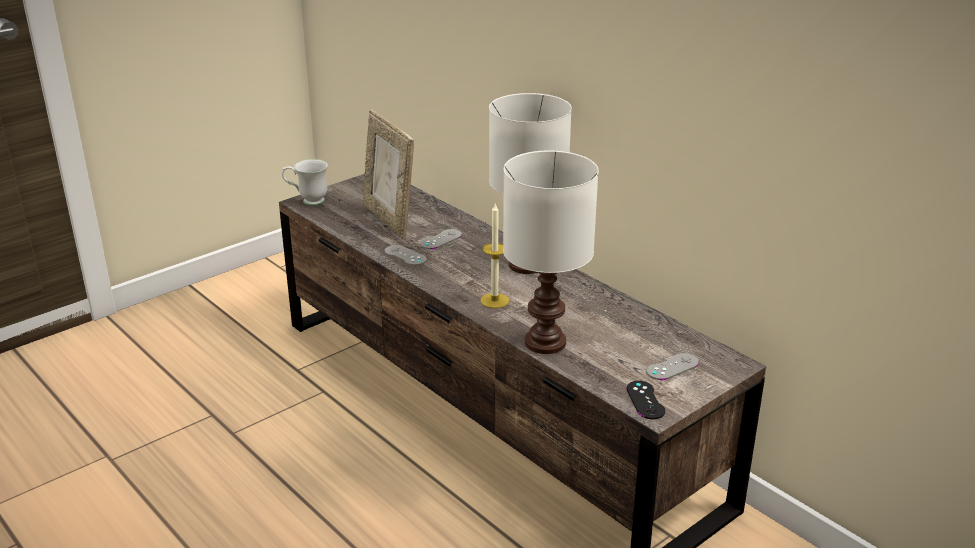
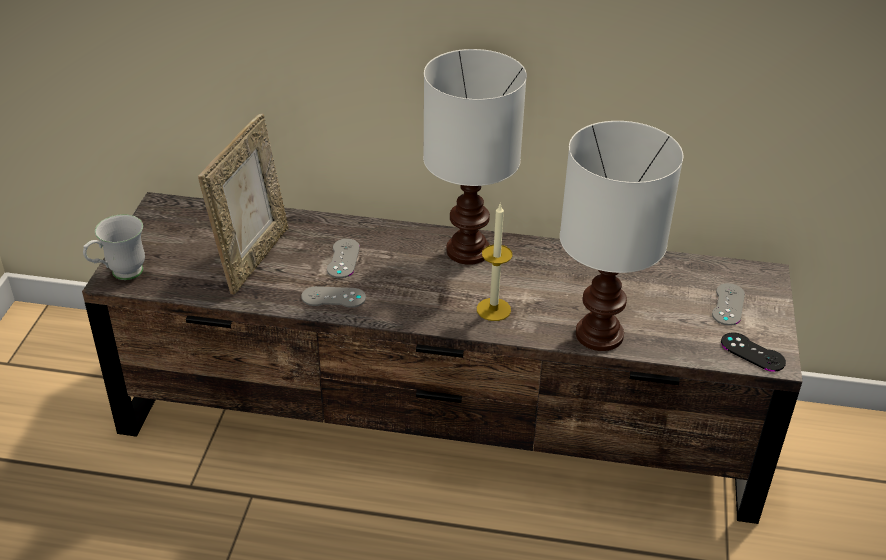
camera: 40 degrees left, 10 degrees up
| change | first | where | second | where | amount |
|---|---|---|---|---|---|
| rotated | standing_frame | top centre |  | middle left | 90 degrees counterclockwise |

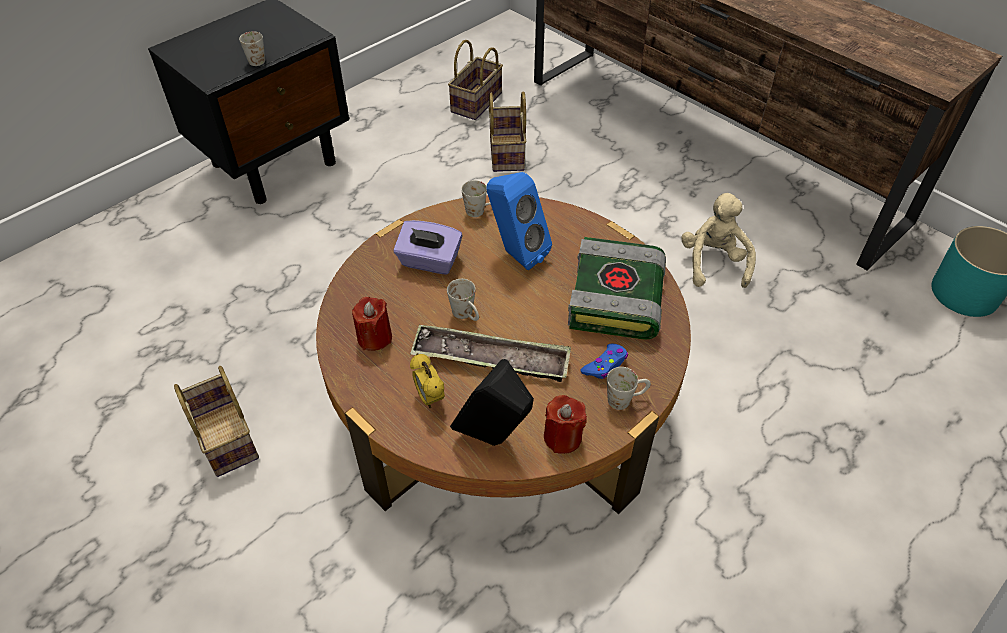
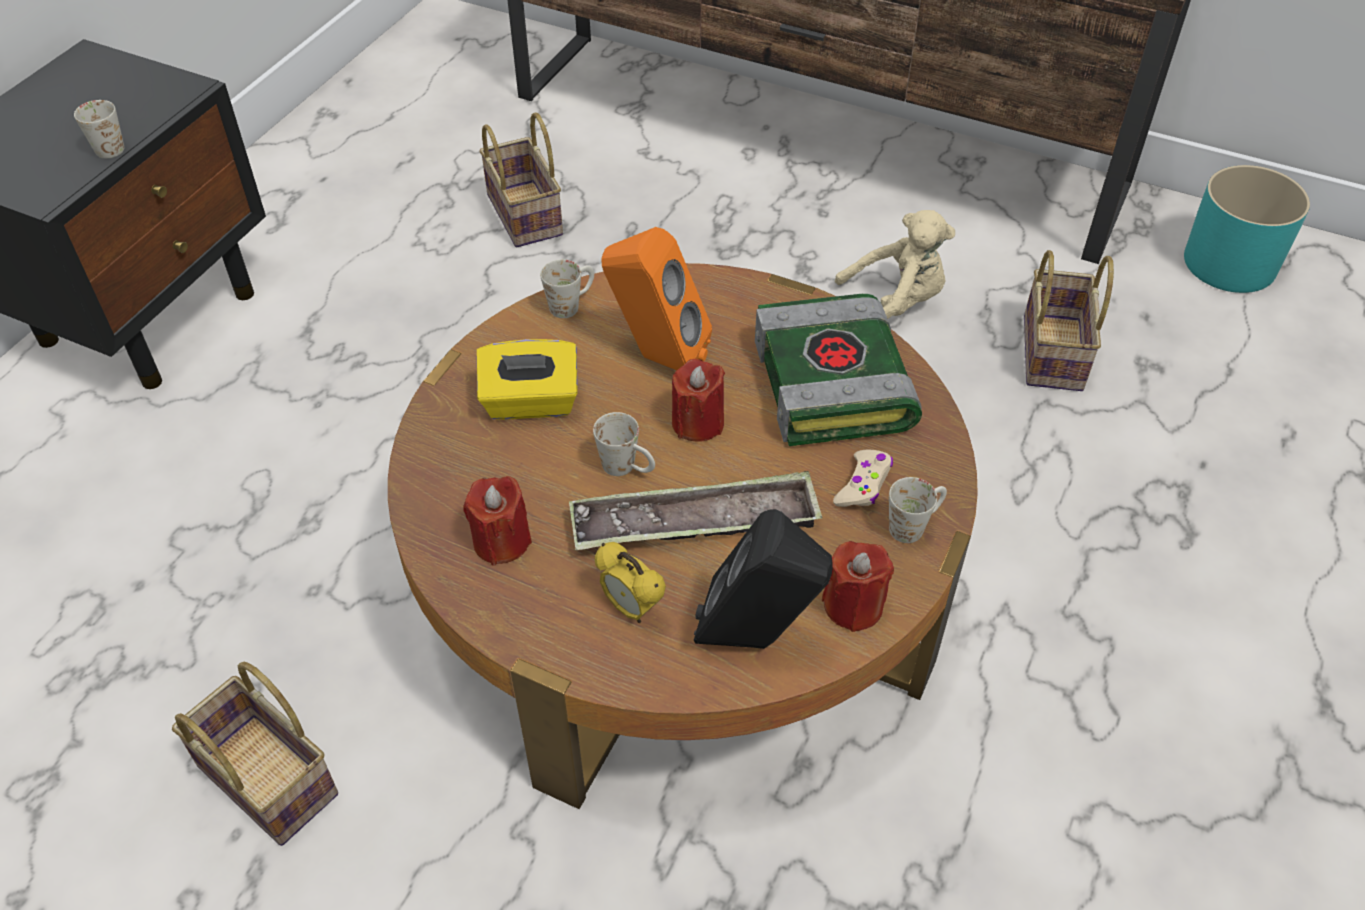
camera: 20 degrees left, 0 degrees up
| change | first | where | second | where | amount |
|---|---|---|---|---|---|
| repainted | purplish_tissue_box | centre | yellowish_tissue_box | centre |  |
| repainted | blue_speaker | centre | orange-coloured_speaker | top centre |  |
| new |  |  | red_candle (no. 2 from left) | centre |  |
| repainted | blue_joypad | centre | beige-coloured_joypad | centre |  |
| rotated | beige-coloured_plush_toy | middle right |  | top centre | 105 degrees clockwise |
| shifted | storage_basket (no. 2 from left in the first image) | top centre | storage_basket (no. 3 from left) | middle right |  |

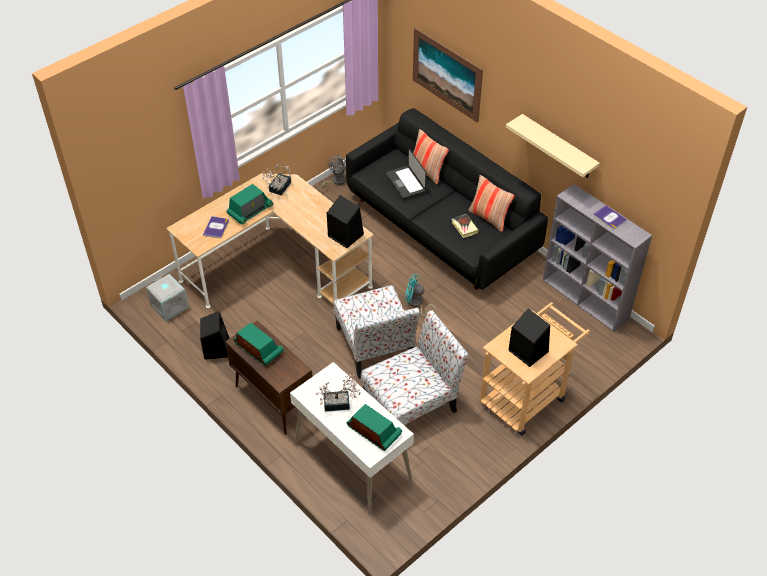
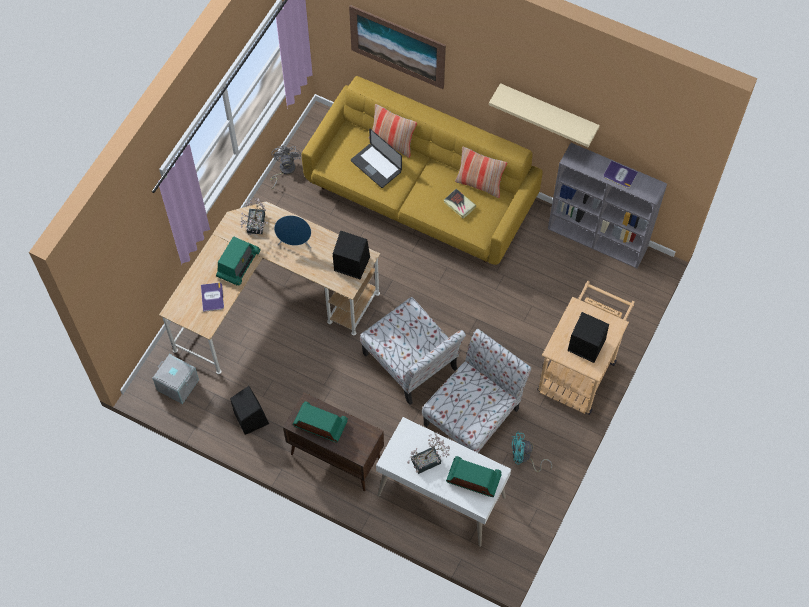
camera: 20 degrees left, 15 degrees up
| change | first | where | second | where | amount |
|---|---|---|---|---|---|
| new |  |  | blue_speaker | centre |  |
| repainted | blackish_settee | centre | yellowish_settee | top centre |  |
| shifted | turquoise-coloured_cooling_fan | centre |  | bottom centre |  |

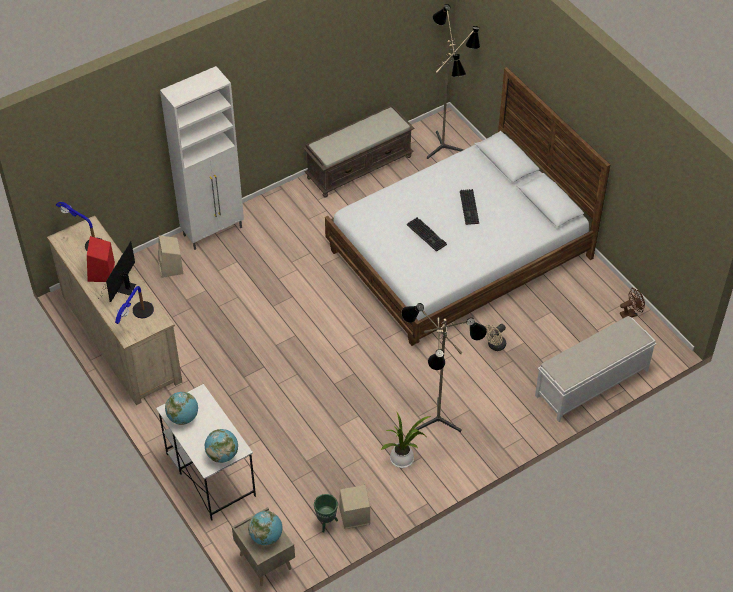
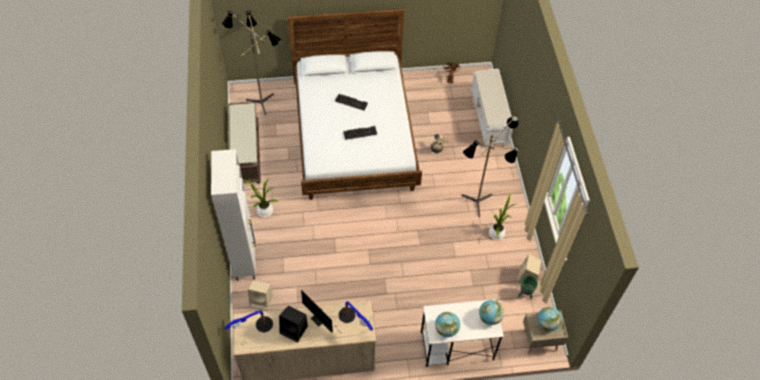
camera: 65 degrees left, 5 degrees up
| change | first | where | second | where | amount |
|---|---|---|---|---|---|
| new |  |  | plant_in_a_pot (no. 1 from left) | centre |  |
| repainted | red_speaker | middle left | blackish_speaker | bottom centre |  |

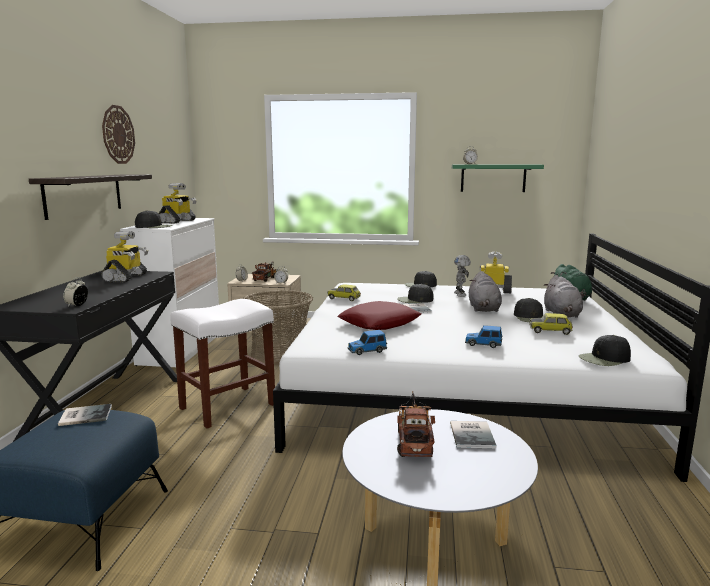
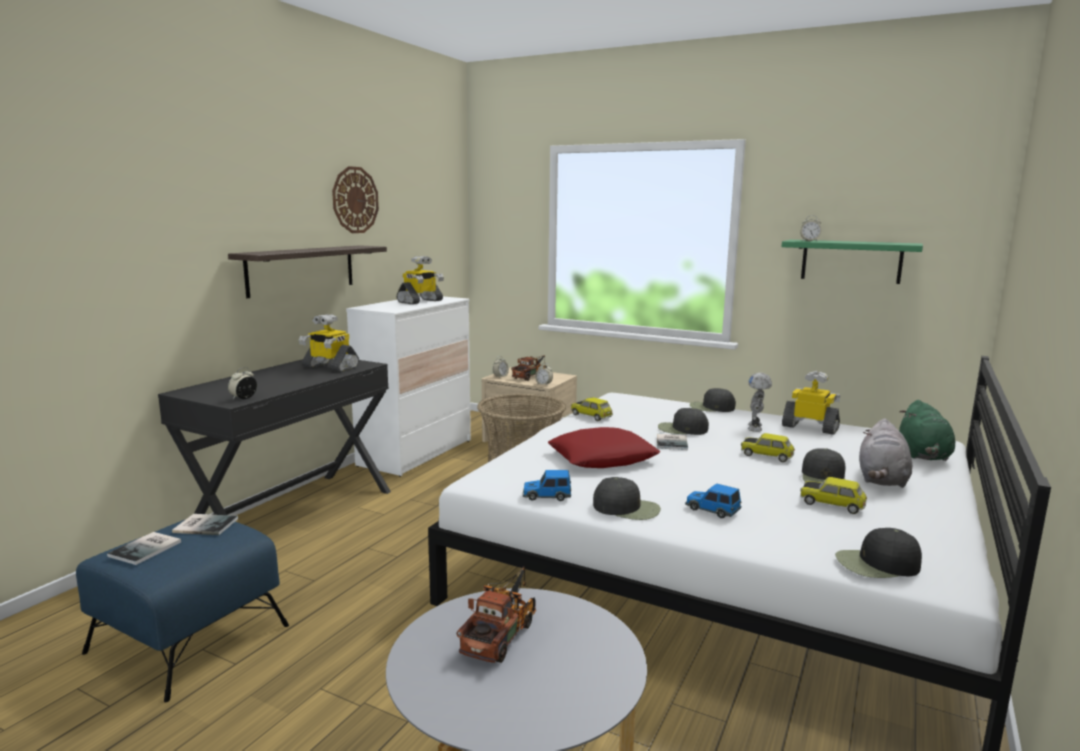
camera: 20 degrees right, 0 degrees up
| change | first | where | second | where | amount |
|---|---|---|---|---|---|
| shifted | book (no. 3 from left in the first image) | bottom centre | book (no. 1 from left) | bottom left |  |
| rotated | robot_figure (no. 1 from left) | middle left |  | middle left | 90 degrees clockwise |
| shifted | blackish_peaked_cap (no. 1 from left) | middle left |  | centre |  |
| swapped | grey_plush_toy (no. 1 from left) | middle right | model_car (no. 4 from left) | middle right |  |
| gone | white_sitting_stool | middle left |  |  |  |

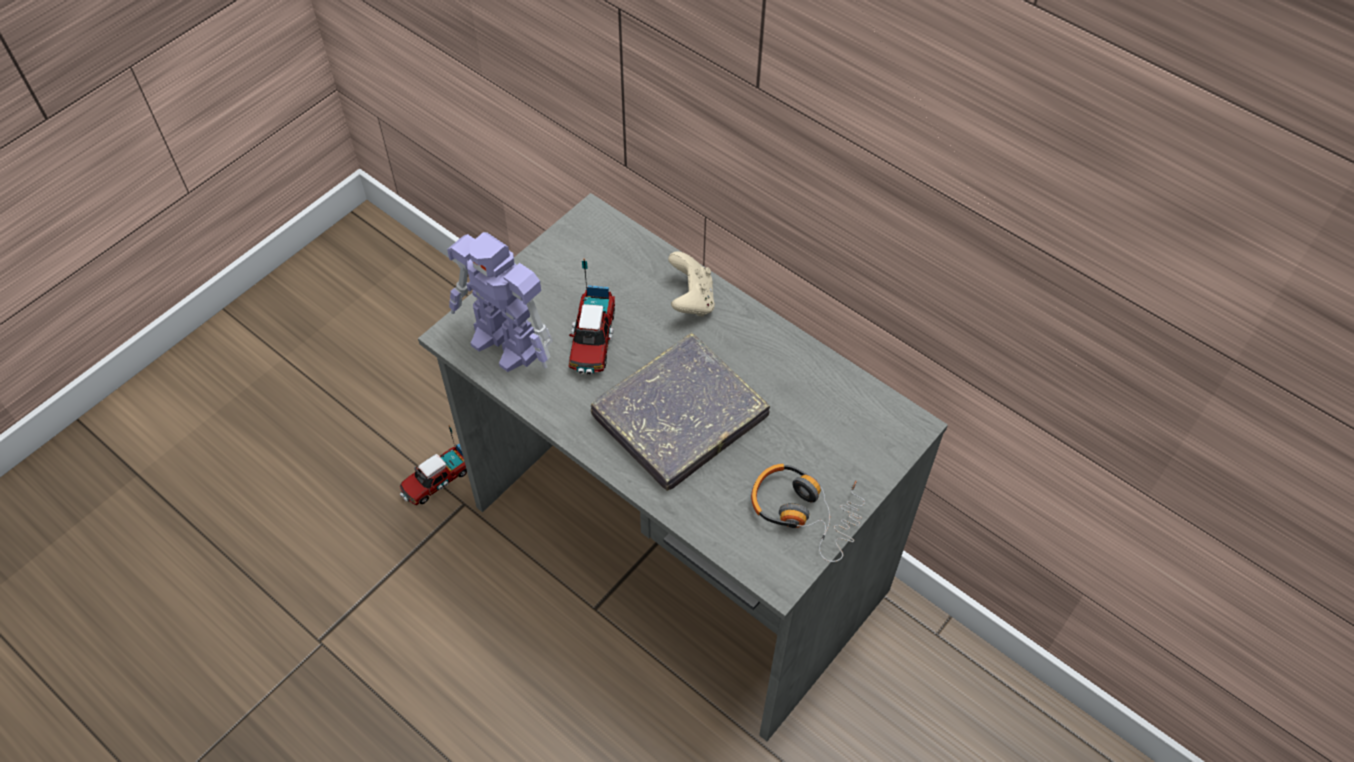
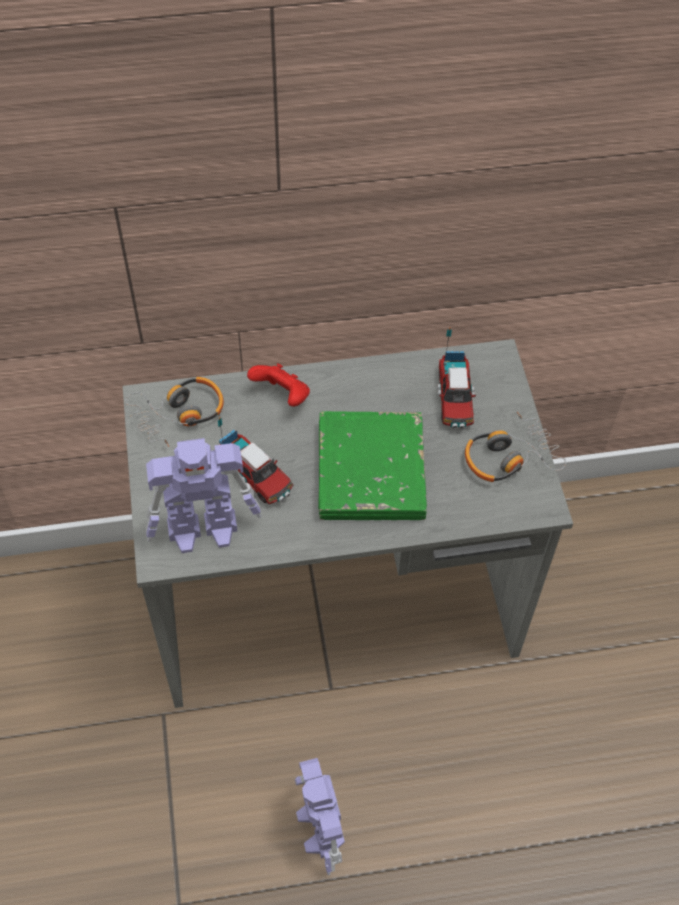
camera: 50 degrees left, 0 degrees up
| change | first | where | second | where | amount |
|---|---|---|---|---|---|
| new |  |  | headset (no. 1 from left) | middle left |  |
| repainted | beige-coloured_joypad | centre | red_joypad | centre |  |
| new |  |  | robot_figure (no. 2 from left) | bottom centre |  |
| repainted | grey_book | centre | greenish_book | centre |  |
| shifted | model_truck (no. 1 from left in the first image) | middle left | model_truck (no. 2 from left) | middle right |  |

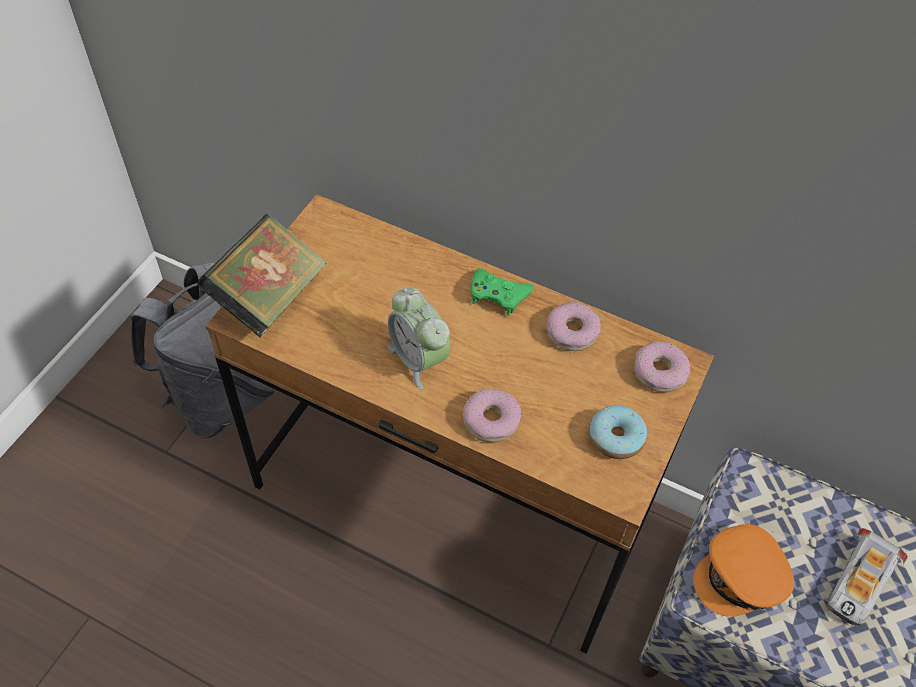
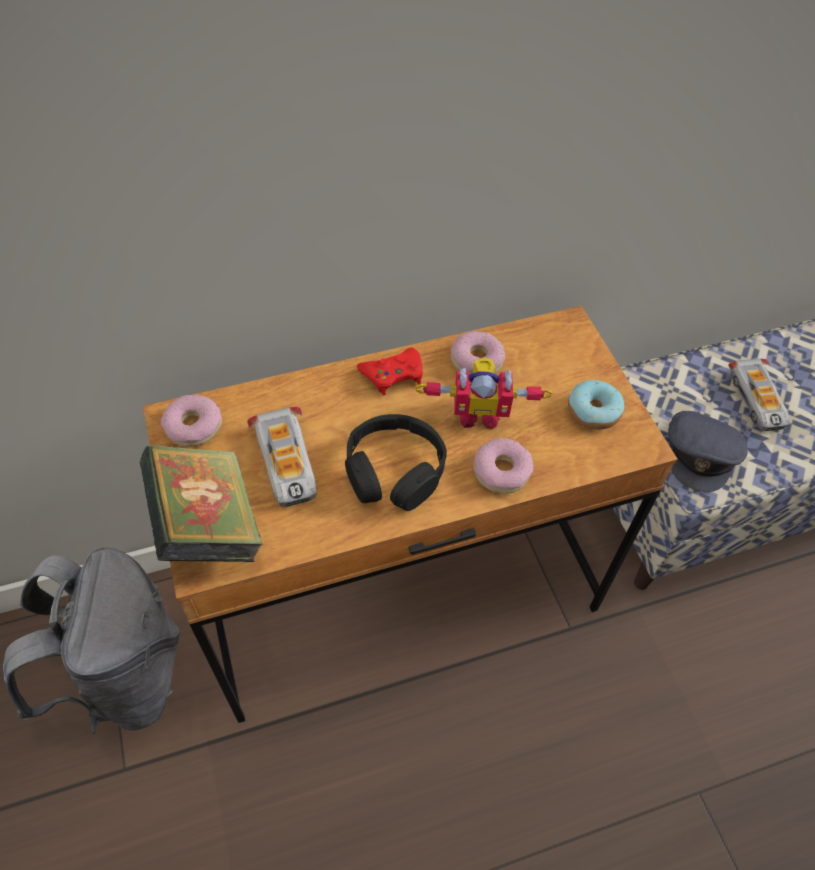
camera: 45 degrees left, 0 degrees up
| change | first | where | second | where | amount |
|---|---|---|---|---|---|
| shifted | donut (no. 4 from left in the first image) | middle right | donut (no. 1 from left) | middle left |  |
| new |  |  | model_car (no. 1 from left) | centre |  |
| swapped | alarm_clock | centre | blackish_headset | centre |  |
| repainted | greenish_joypad | centre | red_joypad | centre |  |
| new |  |  | robot_figure | centre |  |
| repainted | orange-coloured_peaked_cap | bottom right | grey_peaked_cap | middle right |  |

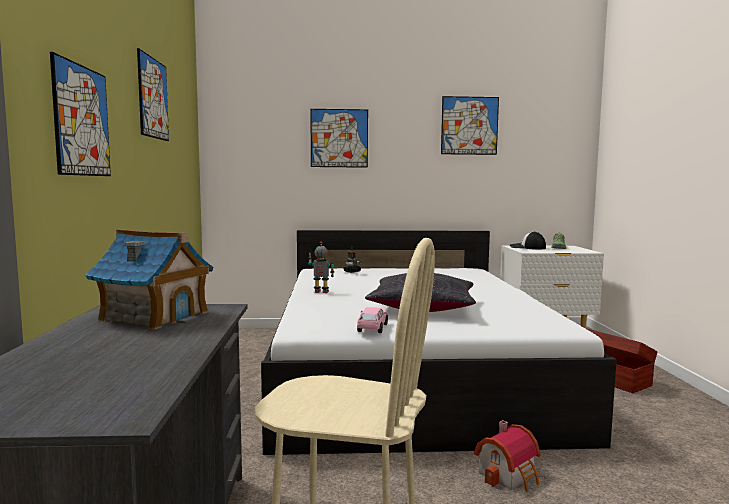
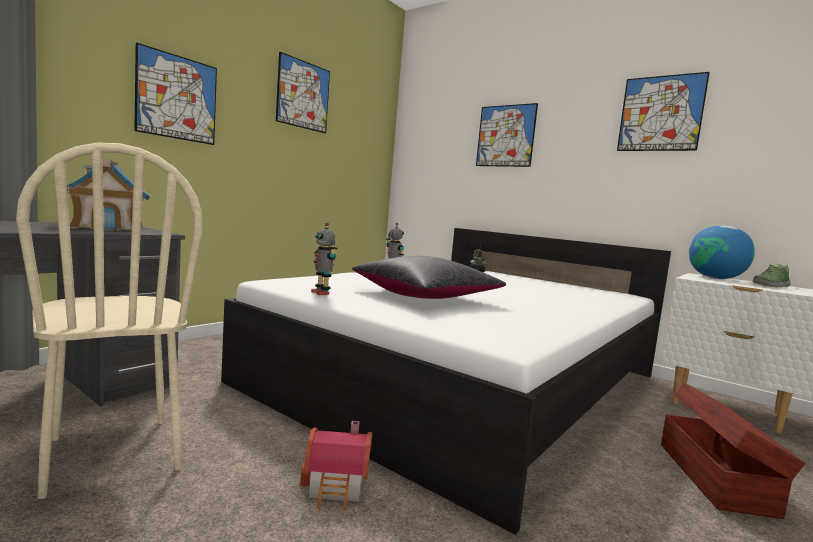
camera: 40 degrees right, 0 degrees up
| change | first | where | second | where | amount |
|---|---|---|---|---|---|
| swapped | pink_model_car | centre | robot_figure (no. 1 from left) | centre |  |
| swapped | peaked_cap | middle right | globe | middle right |  |

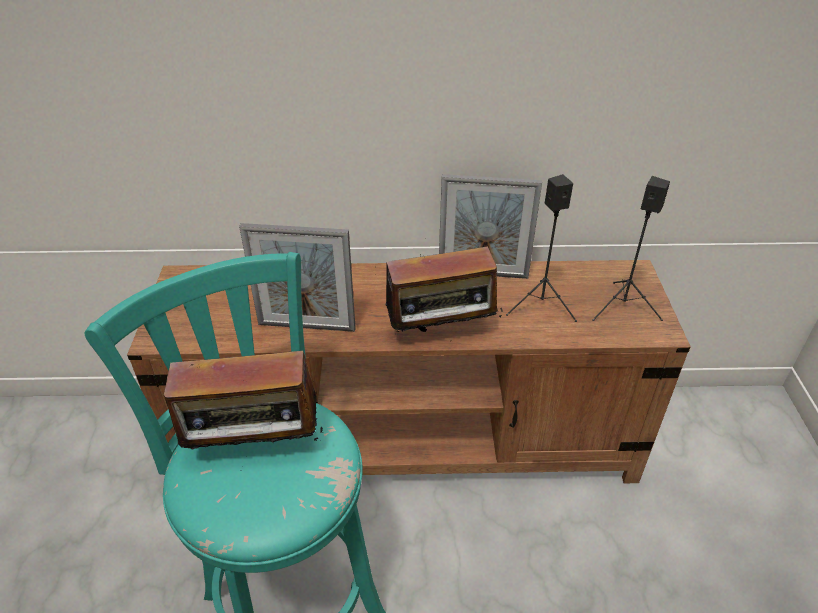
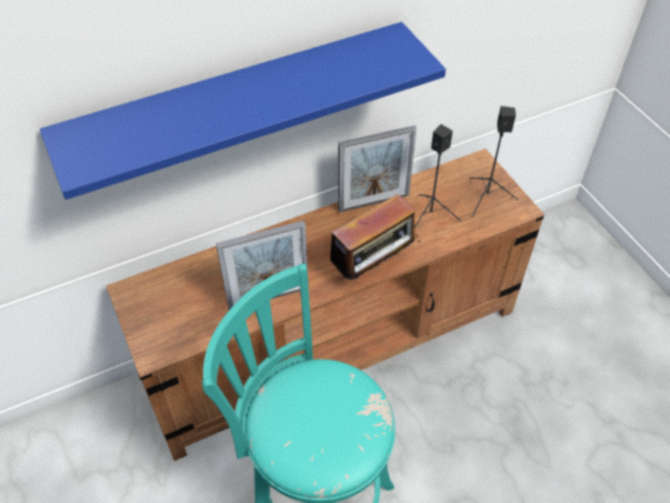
camera: 25 degrees left, 10 degrees up
| change | first | where | second | where | amount |
|---|---|---|---|---|---|
| new |  |  | blue_wall_shelf | top centre |  |
| gone | radio (no. 1 from left) | bottom left |  |  |  |

